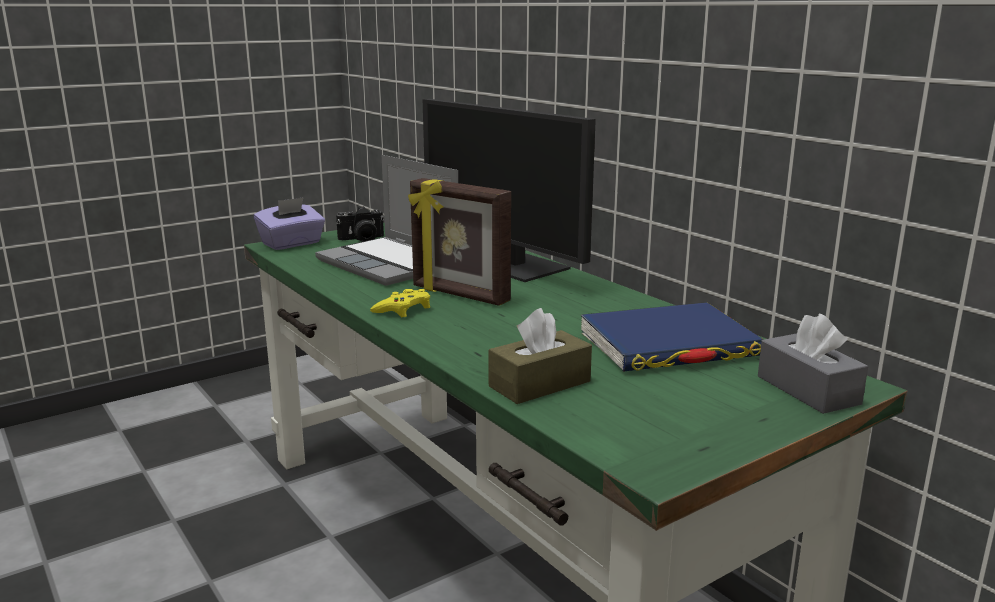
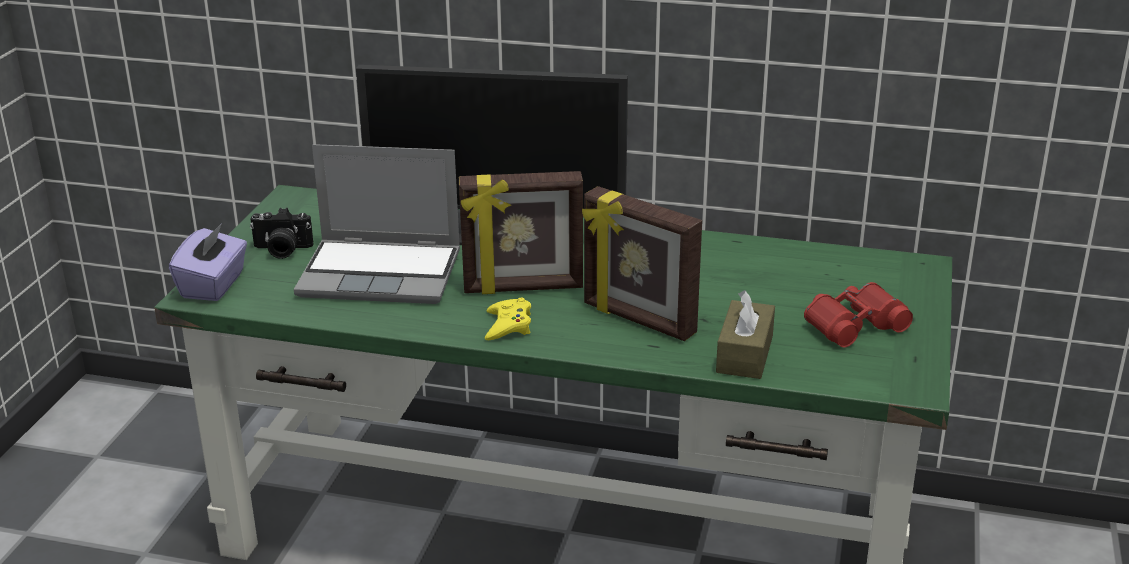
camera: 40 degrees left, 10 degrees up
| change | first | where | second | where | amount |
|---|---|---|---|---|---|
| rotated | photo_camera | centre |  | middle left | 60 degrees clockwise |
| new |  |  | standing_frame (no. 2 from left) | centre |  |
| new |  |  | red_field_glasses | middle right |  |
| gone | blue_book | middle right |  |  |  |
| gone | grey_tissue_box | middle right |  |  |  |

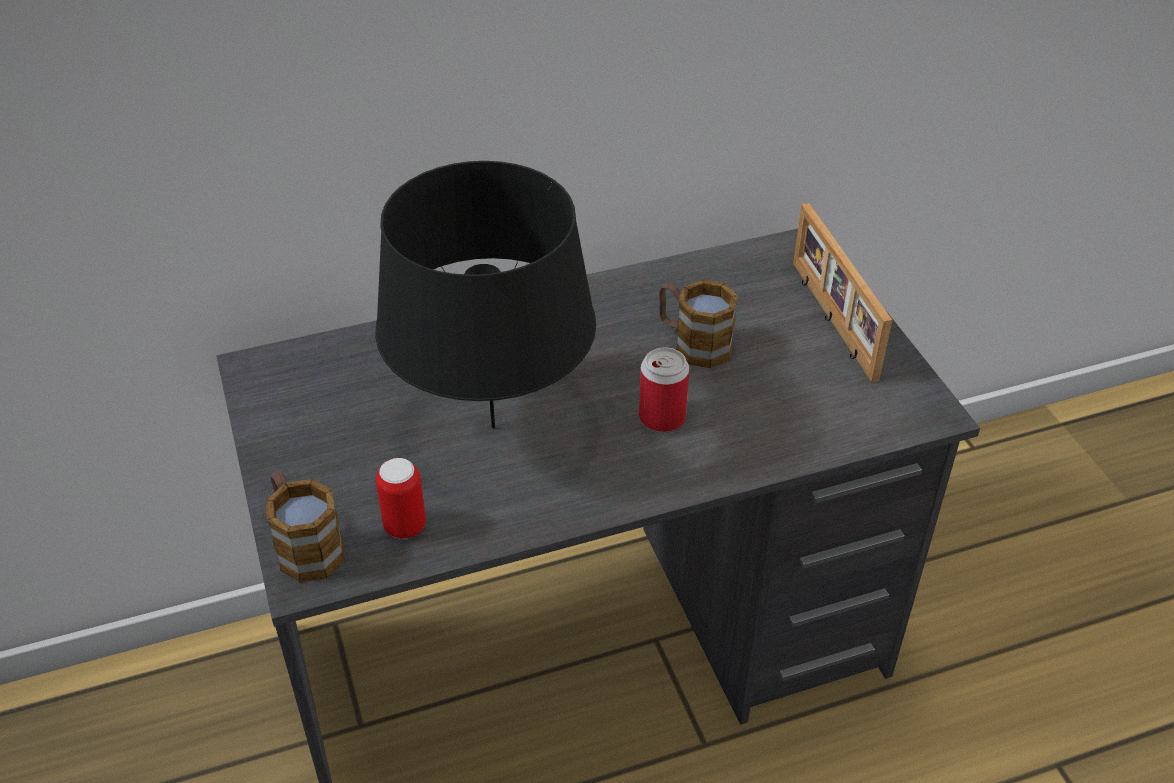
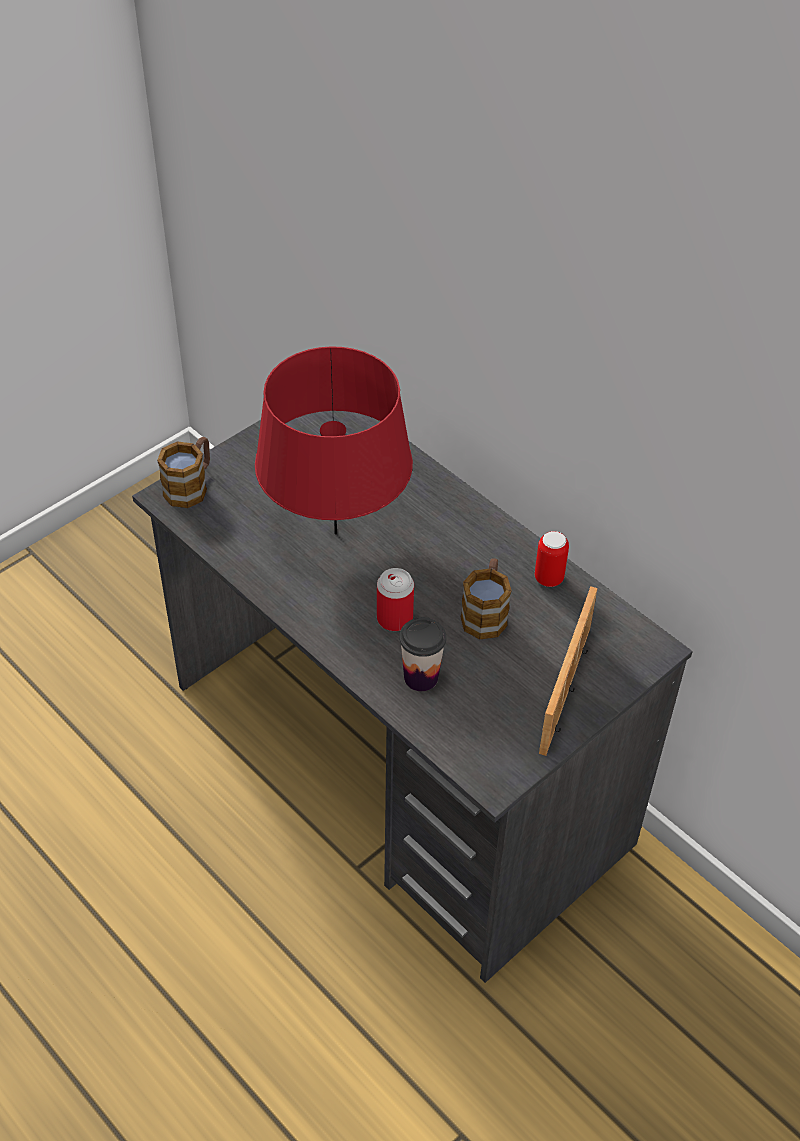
camera: 65 degrees right, 5 degrees up
| change | first | where | second | where | amount |
|---|---|---|---|---|---|
| repainted | blackish_lamp_for_a_table | centre | red_lamp_for_a_table | centre |  |
| new |  |  | cup | centre |  |
| shifted | metal_can (no. 1 from left in the first image) | centre | metal_can (no. 2 from left) | middle right |  |
| rotated | standing_frame | middle right |  | middle right | 150 degrees clockwise |

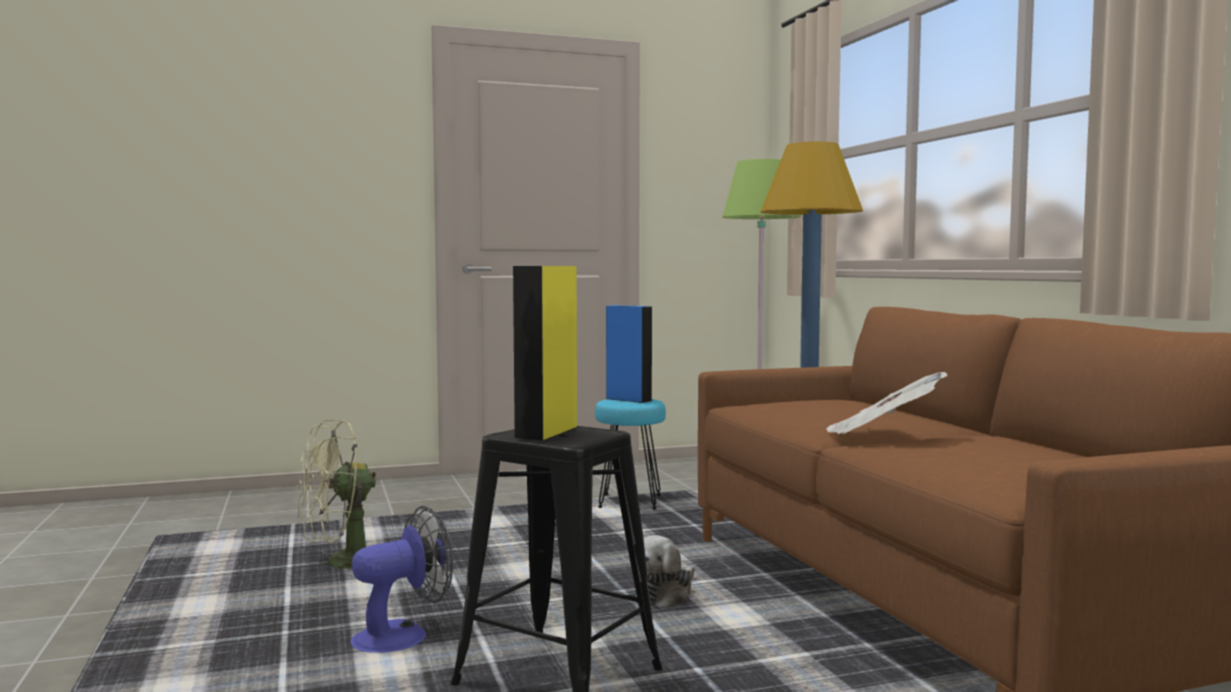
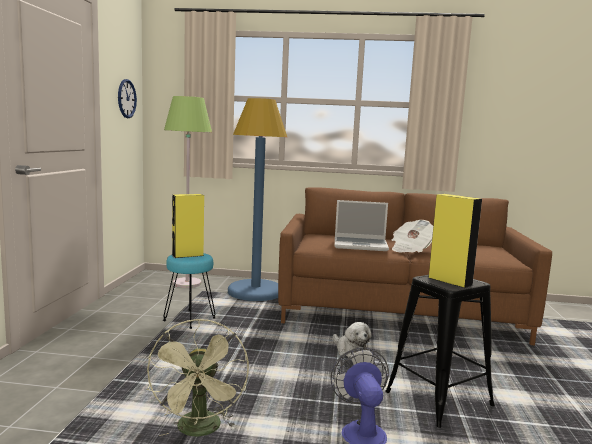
camera: 65 degrees left, 5 degrees up
| change | first | where | second | where | amount |
|---|---|---|---|---|---|
| new |  |  | clock_on_the_wall | top left |  |
| repainted | blue_speaker | centre | yellowish_speaker (no. 1 from left) | middle left |  |
| new |  |  | laptop | centre |  |

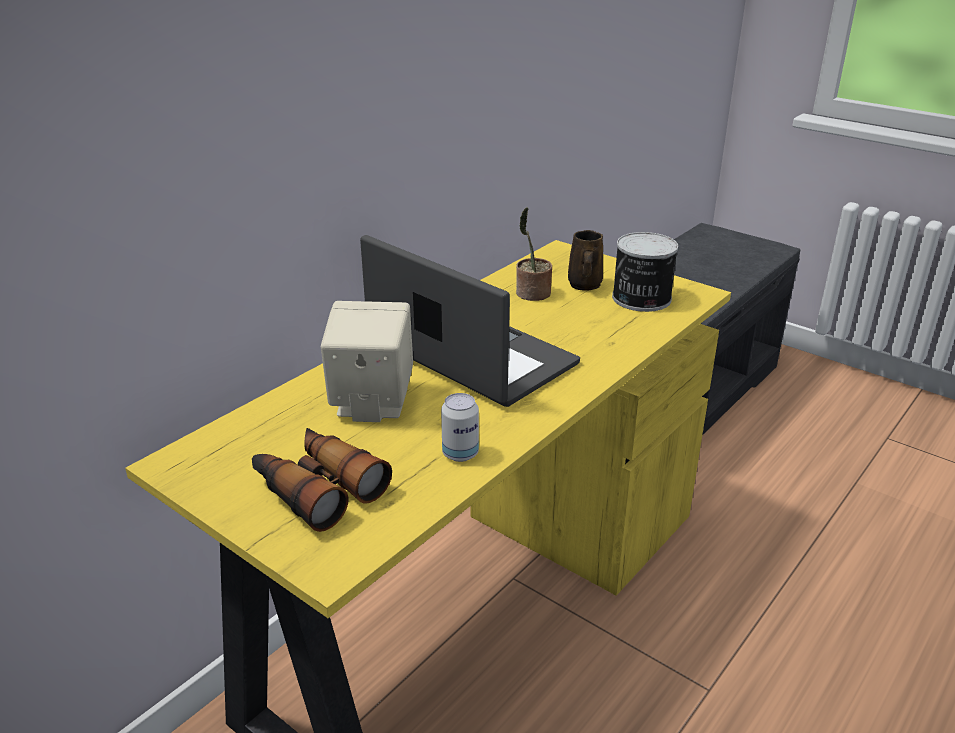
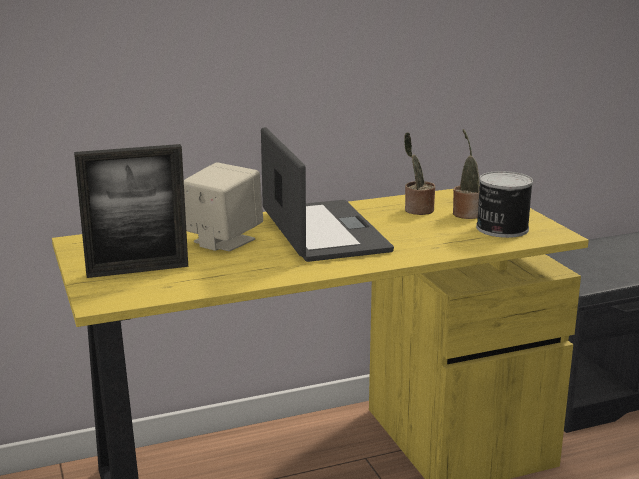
camera: 30 degrees right, 10 degrees down
| change | first | where | second | where | amount |
|---|---|---|---|---|---|
| swapped | field_glasses | centre | standing_frame | middle left |  |
| swapped | brownish_coffee_mug | centre | plant_in_a_pot (no. 2 from left) | middle right |  |
| gone | metal_can (no. 1 from left) | centre |  |  |  |

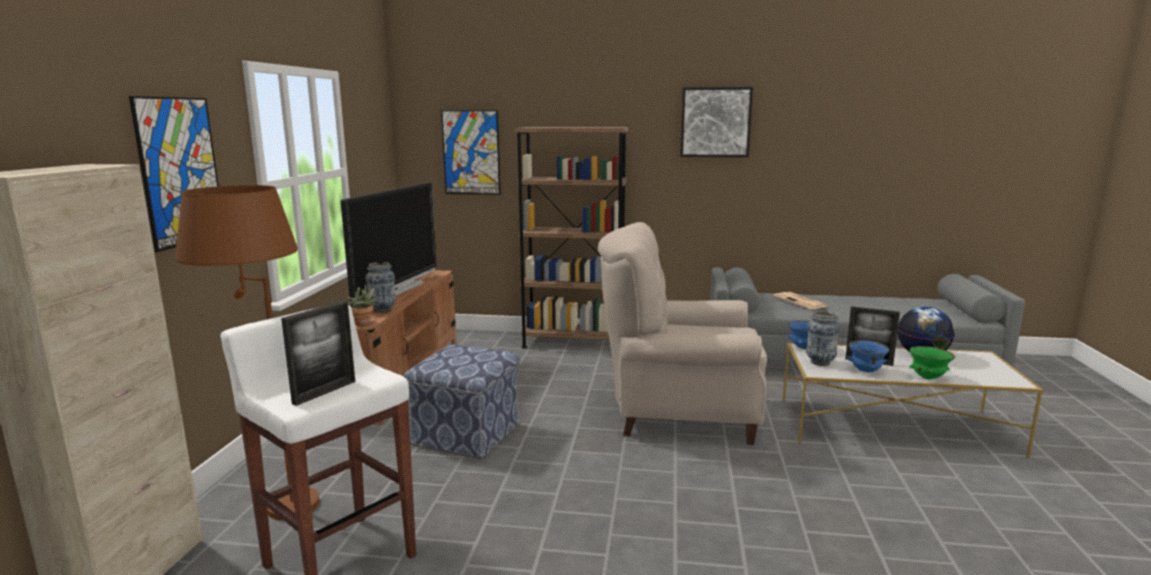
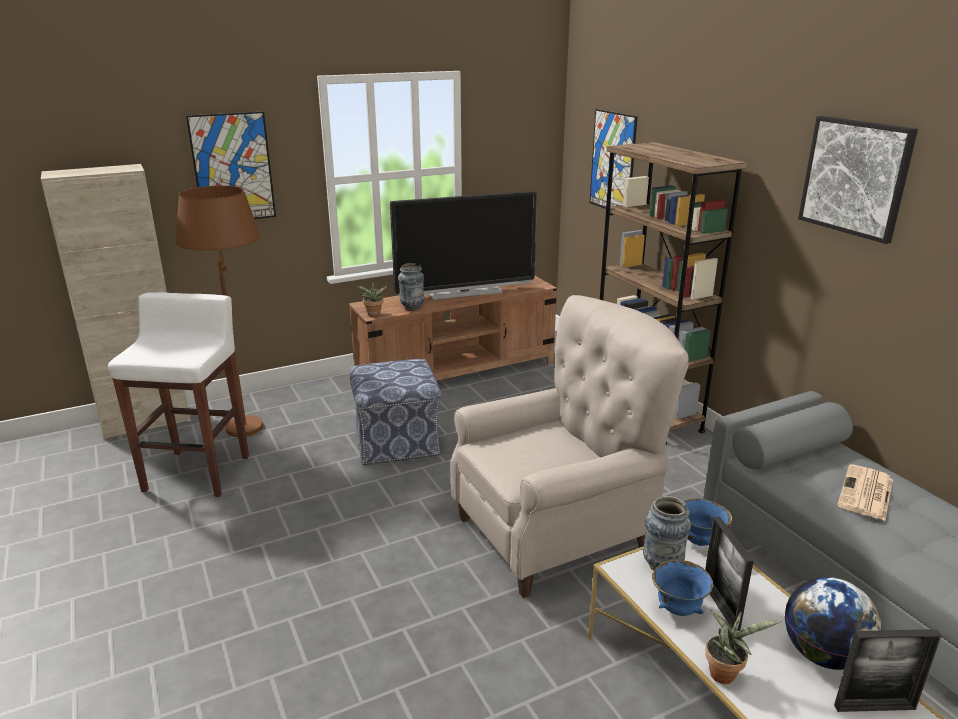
camera: 55 degrees right, 10 degrees up
| change | first | where | second | where | amount |
|---|---|---|---|---|---|
| rotated | beige-coloured_lounge_chair | centre |  | centre | 90 degrees clockwise |
| swapped | greenish_serving_bowl | middle right | plant_in_a_pot (no. 2 from left) | bottom right |  |
| shifted | standing_frame (no. 1 from left in the first image) | middle left | standing_frame (no. 2 from left) | bottom right |  |

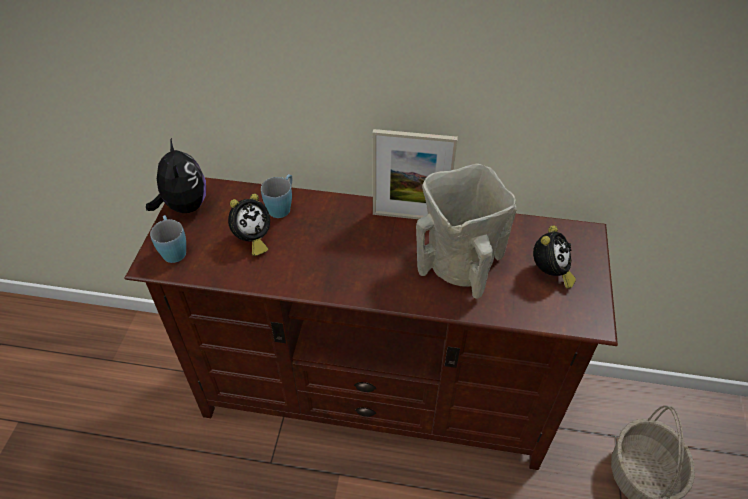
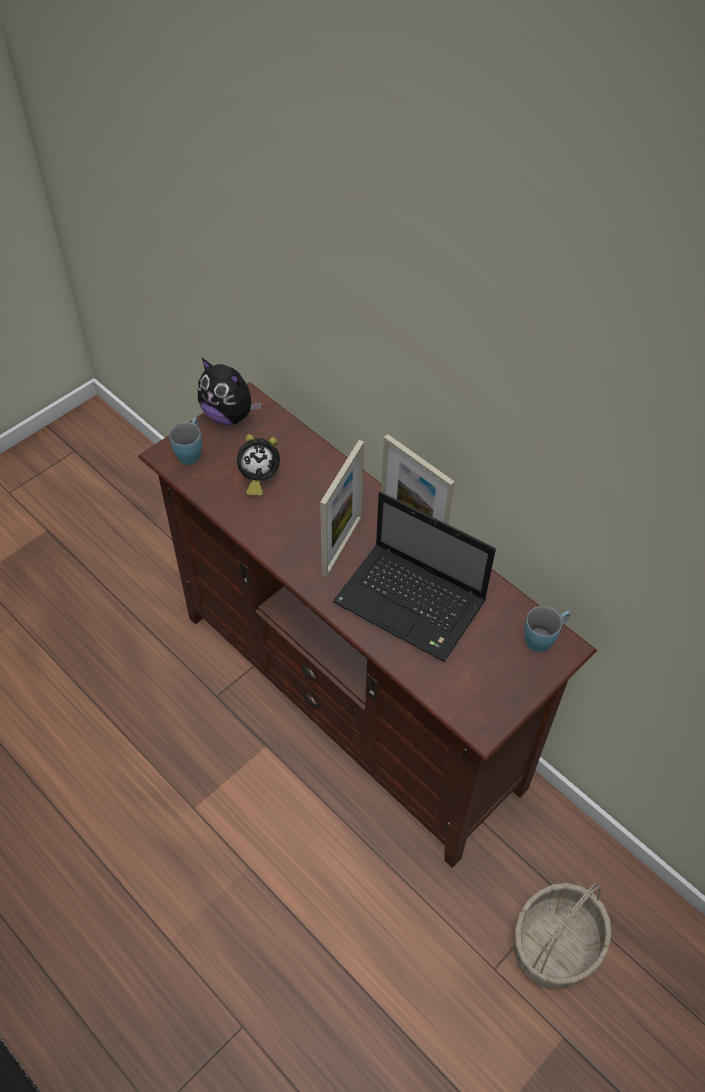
camera: 35 degrees right, 5 degrees up
| change | first | where | second | where | amount |
|---|---|---|---|---|---|
| rotated | plush_toy | middle left |  | middle left | 105 degrees clockwise |
| new |  |  | standing_frame (no. 1 from left) | centre |  |
| swapped | beige-coloured_vase | centre | laptop | centre |  |
| shifted | blue_coffee_mug (no. 2 from left) | centre |  | middle right |  |
| gone | alarm_clock (no. 2 from left) | middle right |  |  |  |

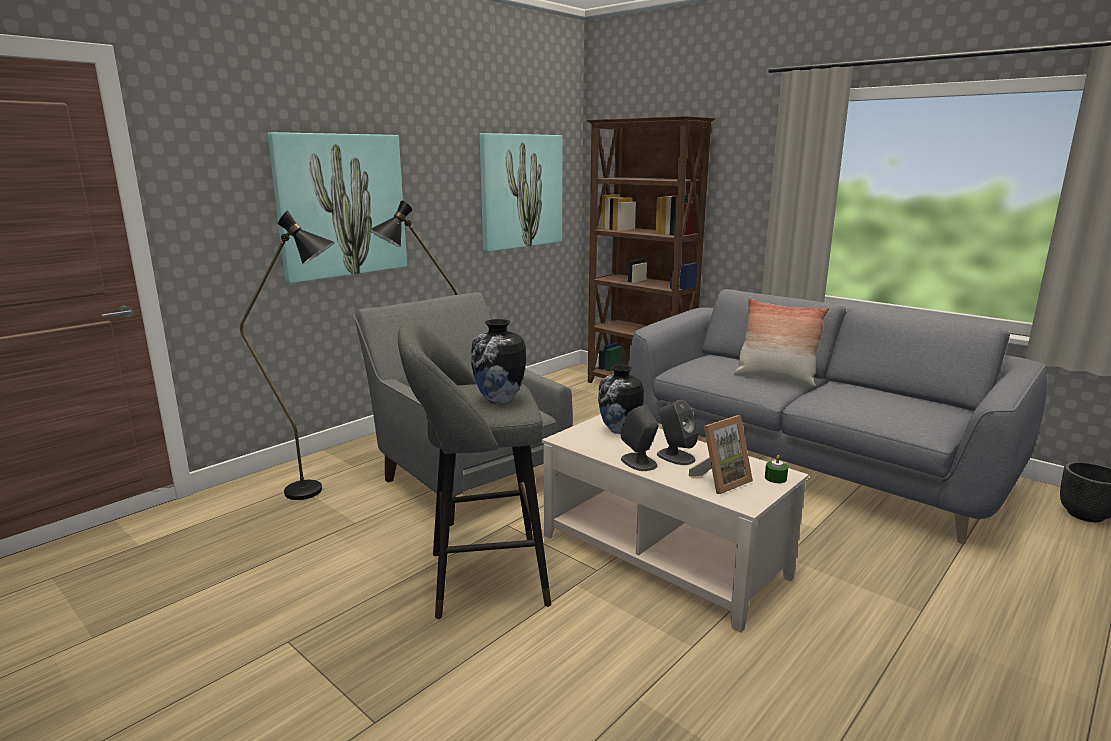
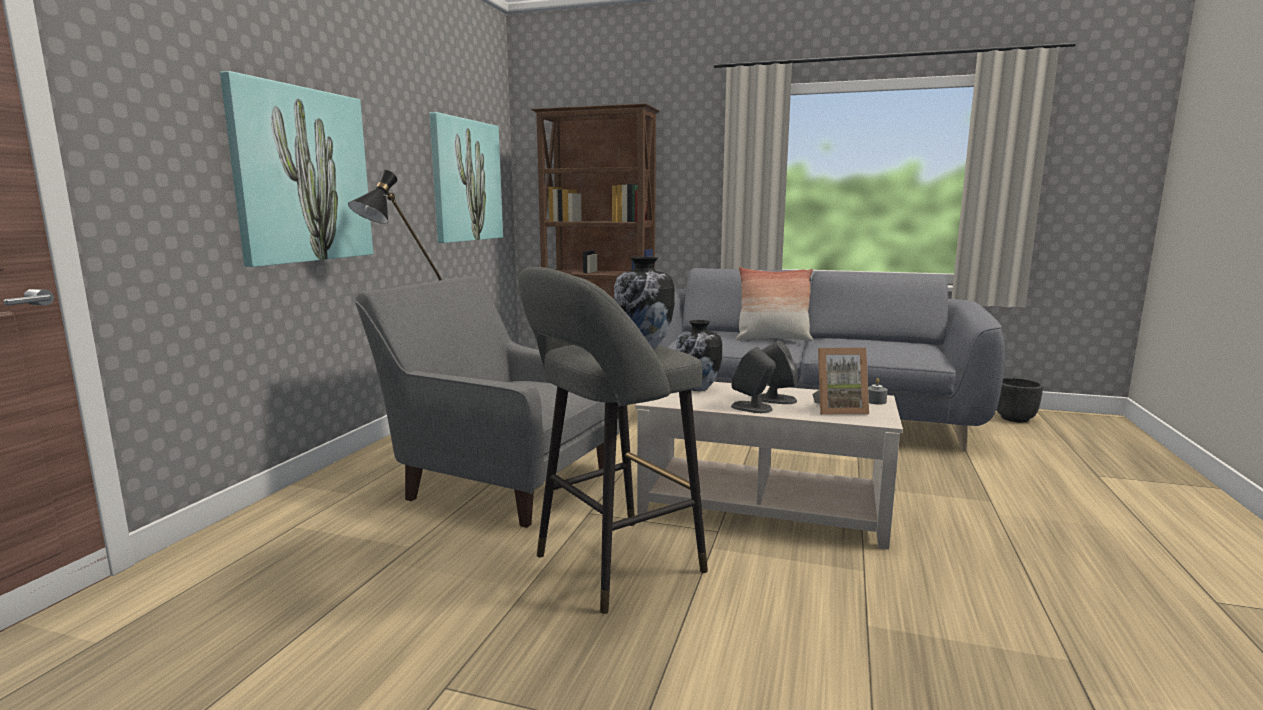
camera: 25 degrees left, 5 degrees down
| change | first | where | second | where | amount |
|---|---|---|---|---|---|
| rotated | standing_frame | centre |  | centre | 60 degrees clockwise |
| repainted | greenish_candle | middle right | grey_candle | middle right |  |
| gone | blackish_standard_lamp (no. 1 from left) | middle left |  |  |  |

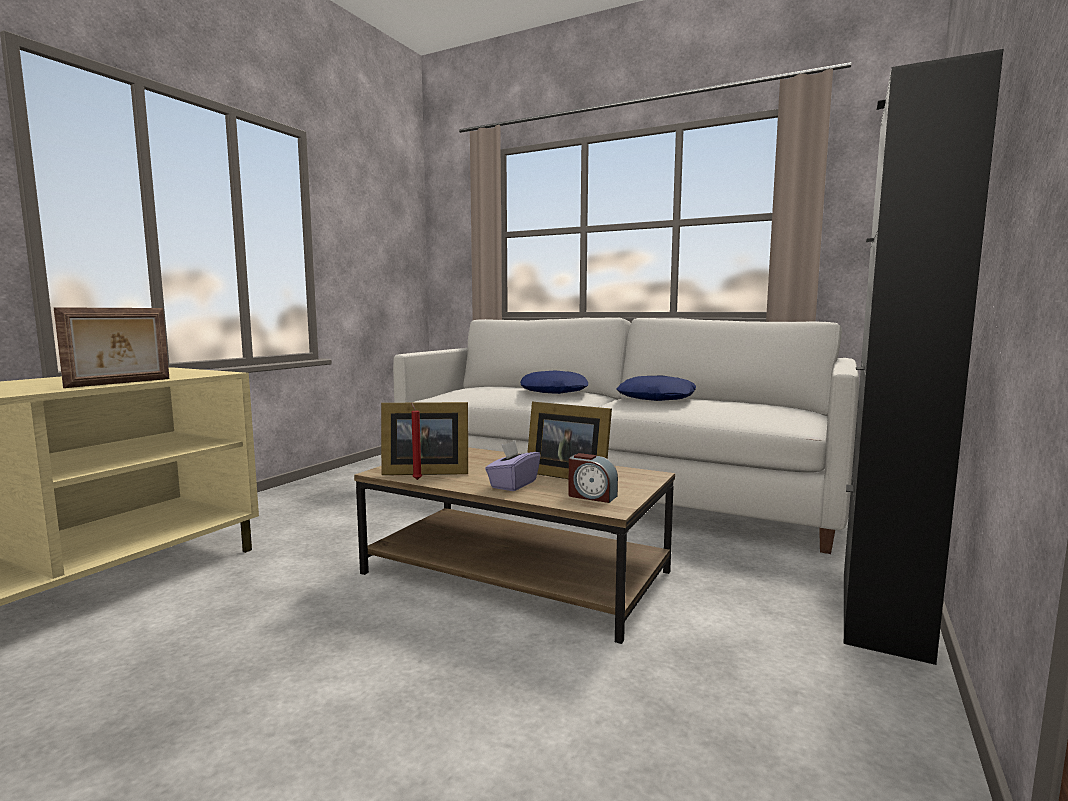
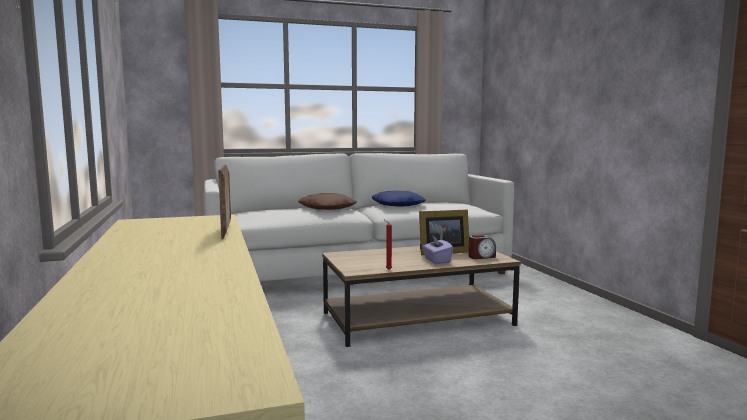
camera: 45 degrees left, 0 degrees up
| change | first | where | second | where | amount |
|---|---|---|---|---|---|
| repainted | blue_throw_pillow (no. 1 from left) | centre | brownish_throw_pillow | centre |  |
| gone | standing_frame (no. 2 from left) | centre |  |  |  |
| gone | blackish_cabinet | middle right |  |  |  |

